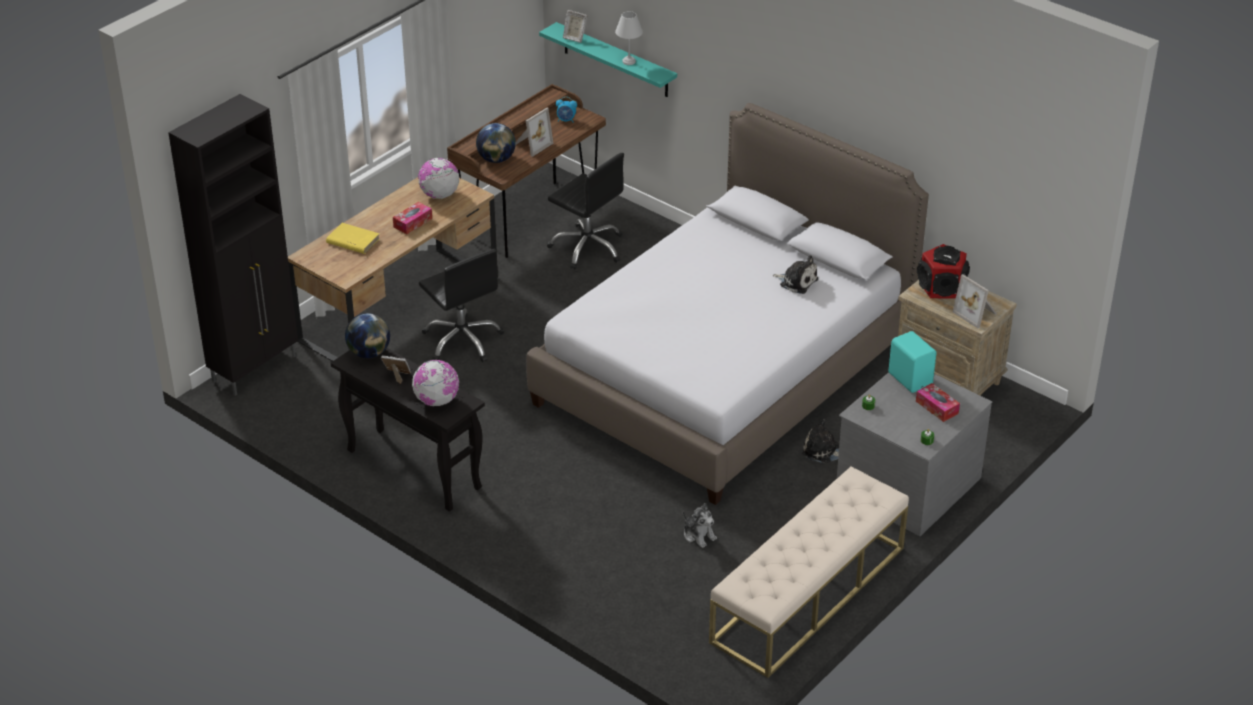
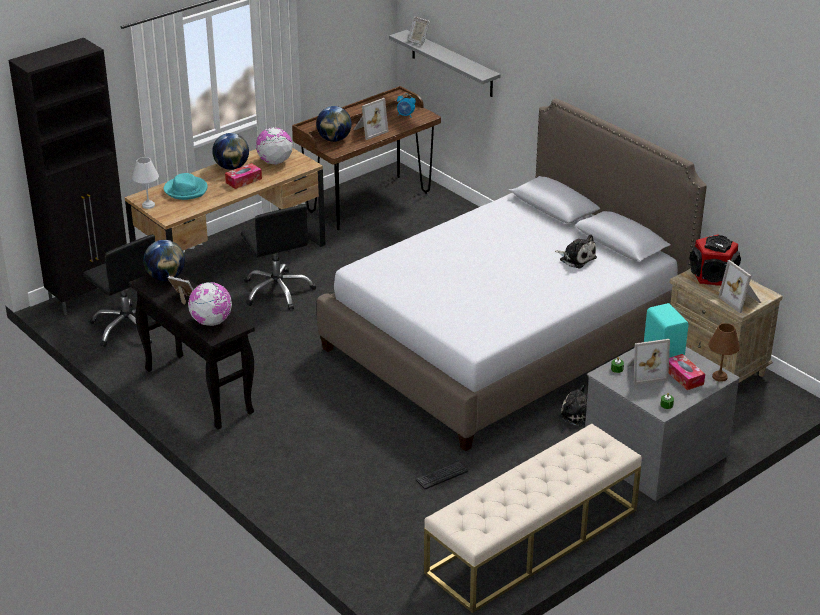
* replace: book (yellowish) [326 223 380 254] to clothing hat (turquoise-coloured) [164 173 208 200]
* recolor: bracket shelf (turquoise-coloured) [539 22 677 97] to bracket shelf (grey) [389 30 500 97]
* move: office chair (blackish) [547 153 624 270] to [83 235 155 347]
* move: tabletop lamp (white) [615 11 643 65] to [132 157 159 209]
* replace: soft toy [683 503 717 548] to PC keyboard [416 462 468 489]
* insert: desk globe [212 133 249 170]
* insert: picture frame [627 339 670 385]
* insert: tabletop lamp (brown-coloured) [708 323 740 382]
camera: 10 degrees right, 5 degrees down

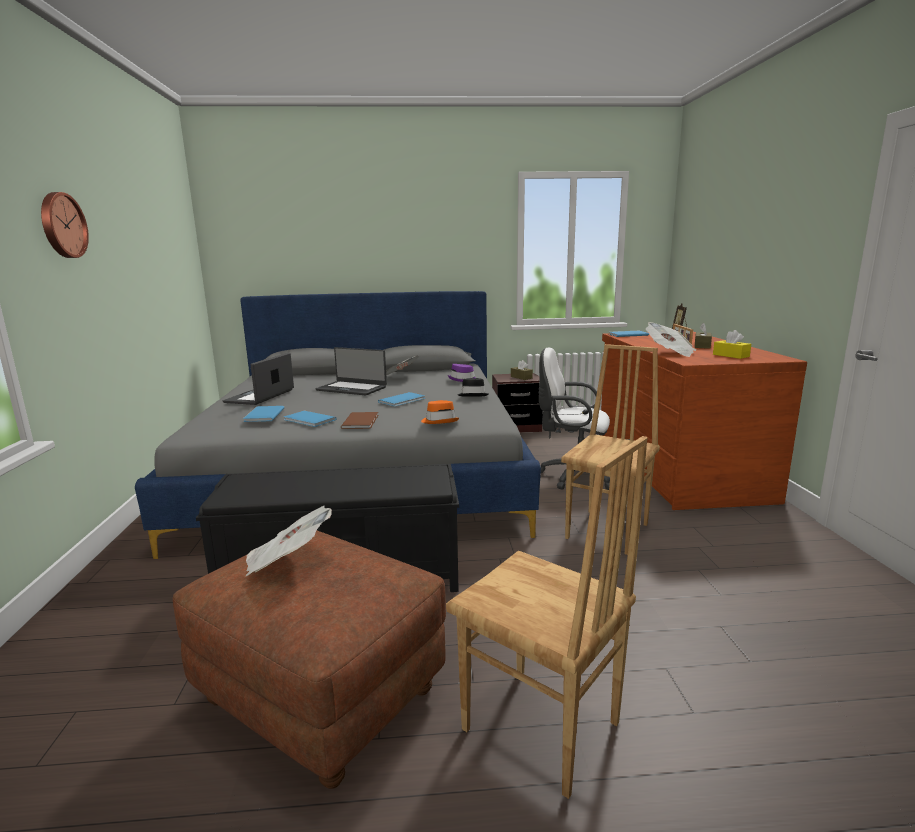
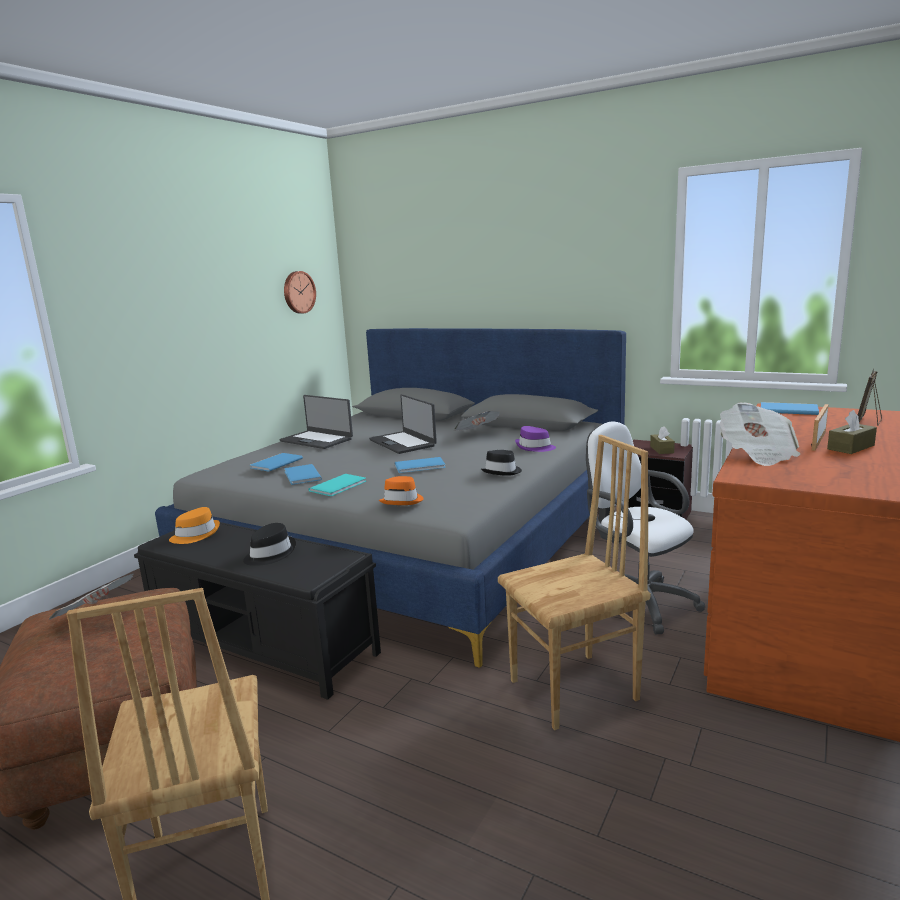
* move: hanging clock [41 192 89 258] to [284 271 316 313]
* rotate: portable computer [223 353 294 405] = [279 395 353 449] 105 degrees counterclockwise
* recolor: book (brown-coloured) [341 412 378 429] to book (turquoise-coloured) [308 474 366 496]
* delete: box of tissues (yellowish) [713 330 751 359]
* insert: clothing hat (orange-coloured) [169 507 220 544]
* insert: clothing hat (blackish) [243 523 296 566]
camera: 35 degrees right, 0 degrees up

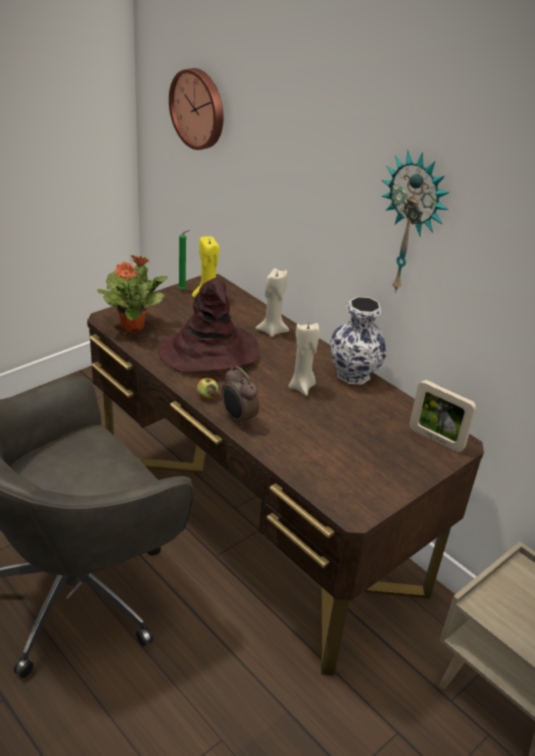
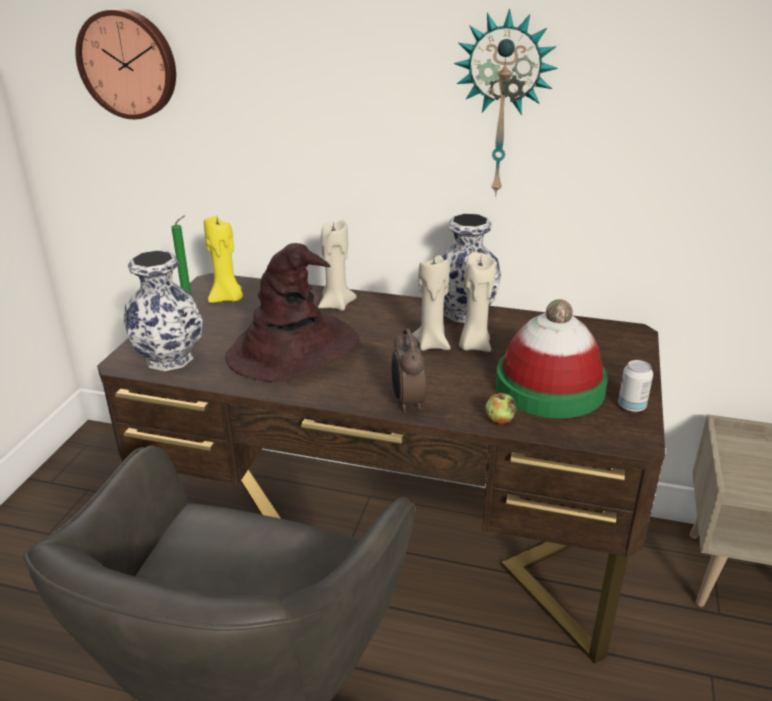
* replace: houseplant [97 255 168 333] to vase [124 250 203 371]
* move: apple [197 377 218 400] to [485 392 516 424]
* rotate: alarm clock [221 366 259 427] = [391 329 426 413] 60 degrees clockwise
* delete: picture frame [409 380 477 452]
* insert: wax candle (sand-coloured) [459 252 496 352]
* insert: clothing hat [496 299 608 418]
* insert: sealed can [618 360 653 412]
camera: 30 degrees left, 5 degrees down

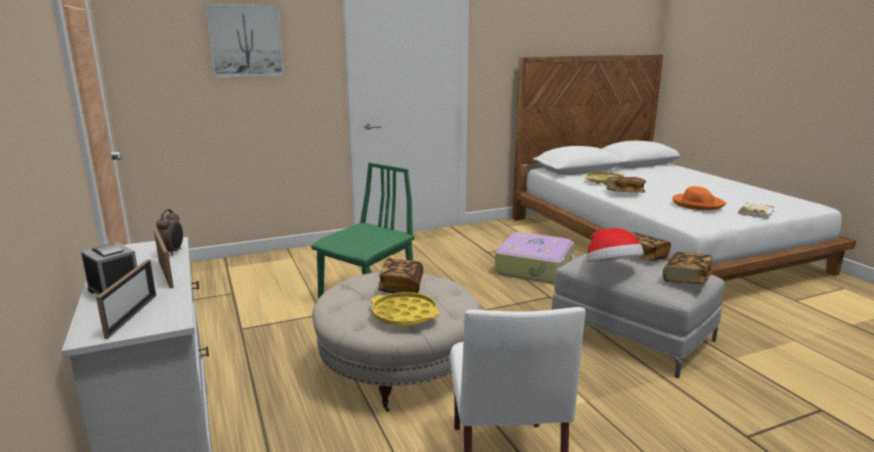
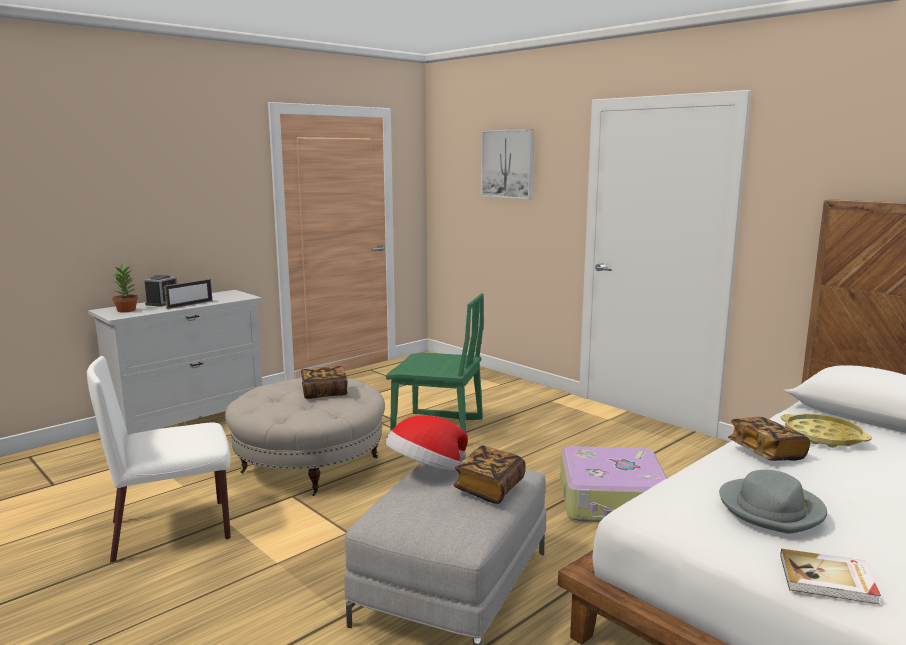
* replace: picture frame [96 259 156 339] to houseplant [112 262 138 313]
* delete: alarm clock [156 209 183 256]
* delete: carrying tray (yellowish) [371 292 440 327]
* delete: book [663 252 713 284]
* recolor: clothing hat (orange-coloured) [672 186 726 210] to clothing hat (grey) [719 470 827 534]
camera: 70 degrees right, 5 degrees down

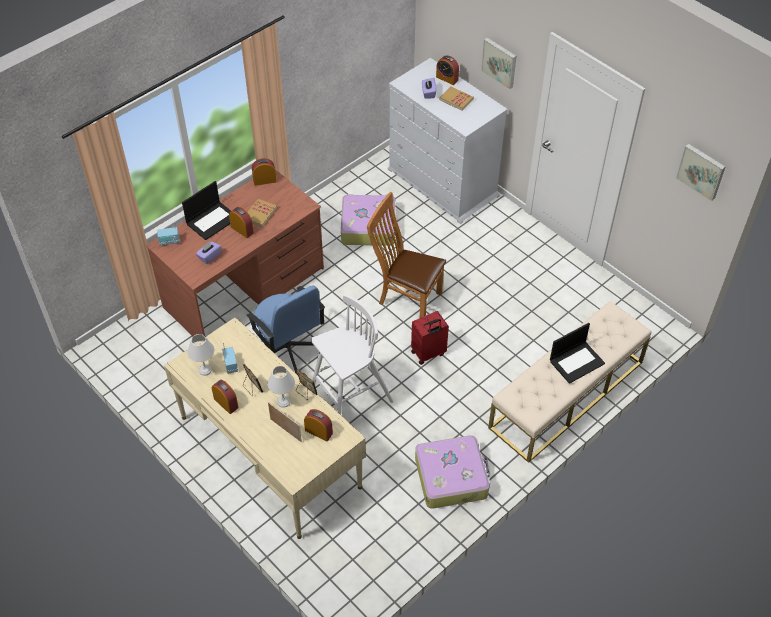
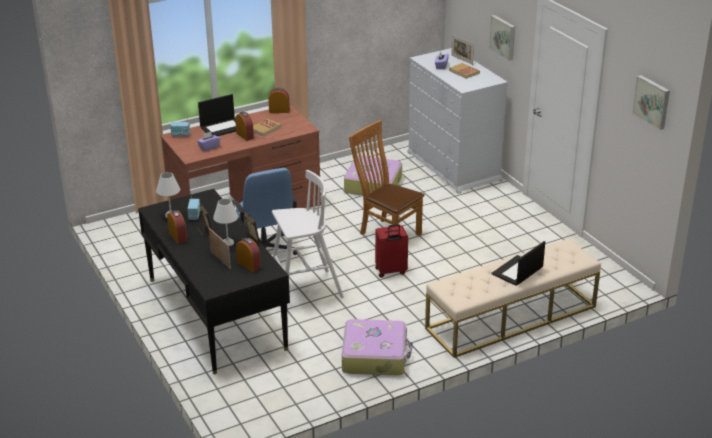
* recolor: desk (sand-coloured) [164 317 366 539] to desk (blackish) [138 189 290 374]
* replace: alarm clock [436 55 459 85] to picture frame [451 35 474 65]
* rotate: portable computer [550 323 605 384] = [492 241 545 286] 150 degrees clockwise
camera: 15 degrees right, 20 degrees down

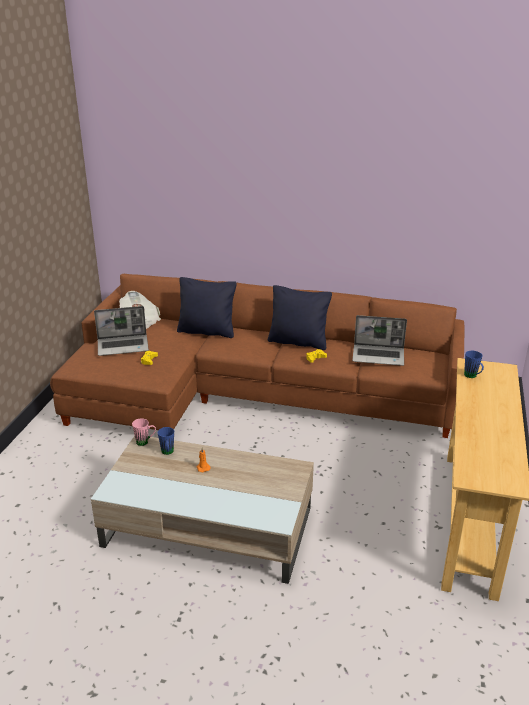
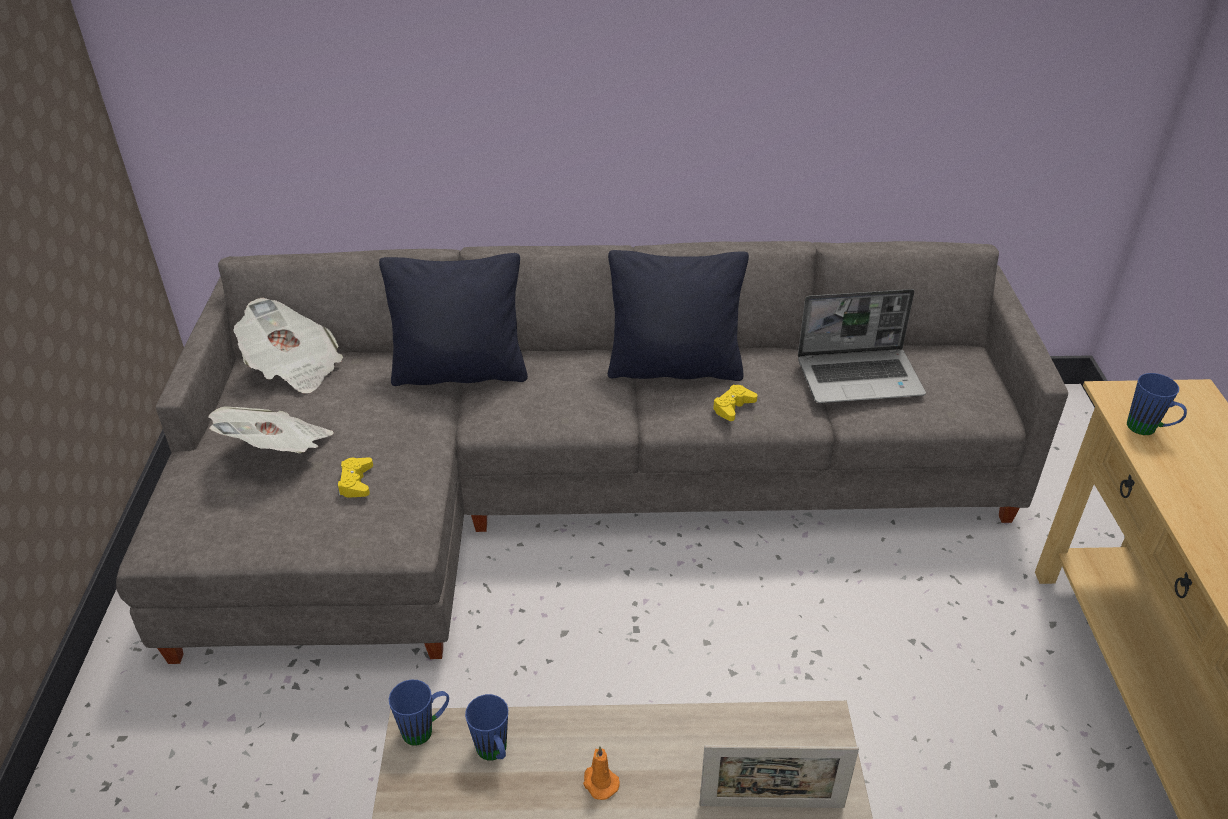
* recolor: settee (brown-coloured) [50 274 464 438] to settee (grey) [116 241 1068 664]
* replace: portable computer [94 306 149 356] to printed paper [209 407 334 453]
* recolor: tea mug (pink-coloured) [132 419 156 446] to tea mug (blue) [389 680 449 746]
* insert: picture frame [699 745 859 808]
camera: 15 degrees left, 10 degrees up

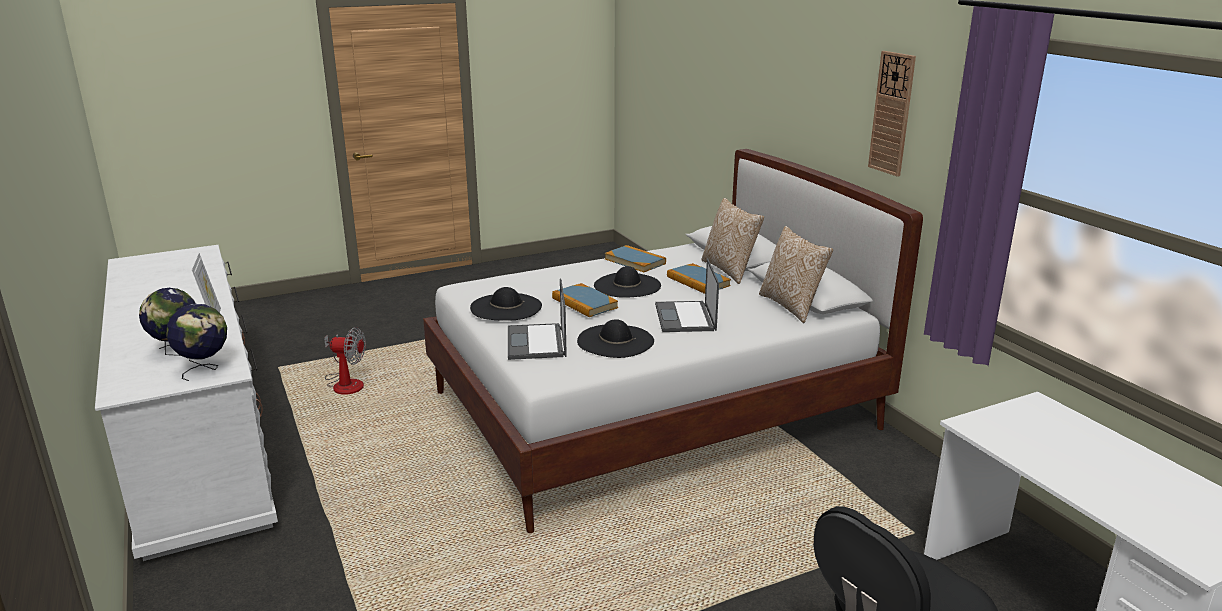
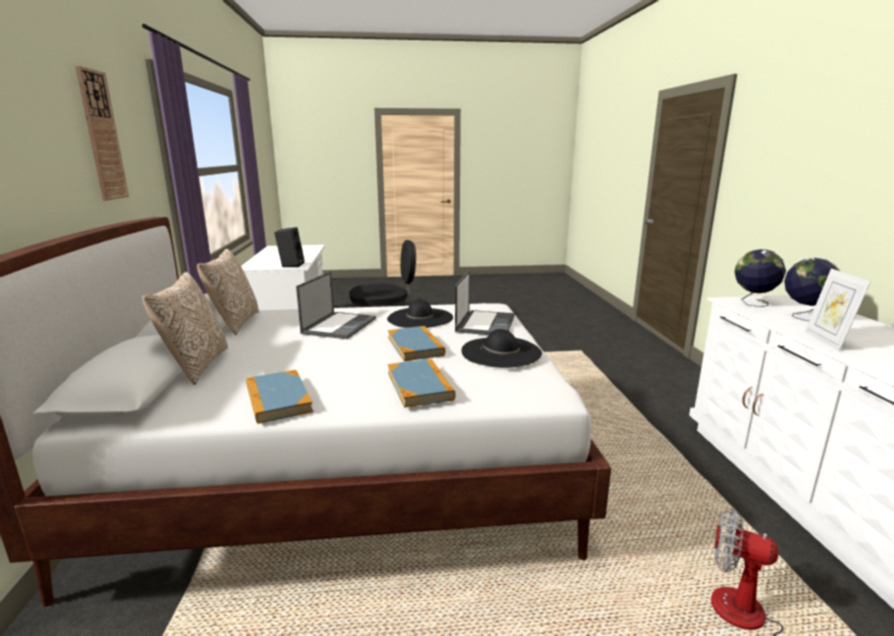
* delete: clothing hat (blackish) [594 266 661 298]
* move: book [667 263 731 294] to [388 359 456 408]
* insert: audio speaker (blackish) [274 227 305 267]
camera: 160 degrees left, 5 degrees down

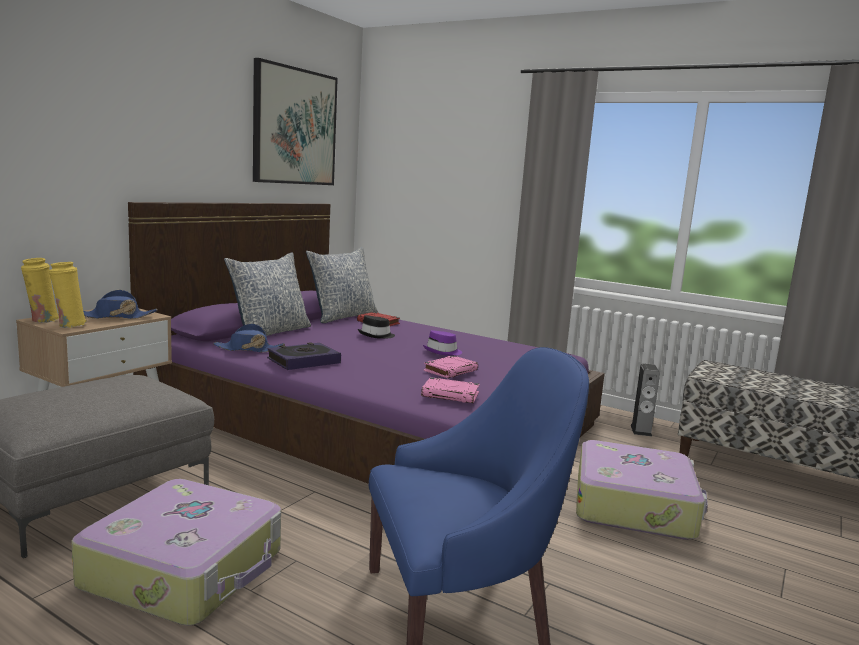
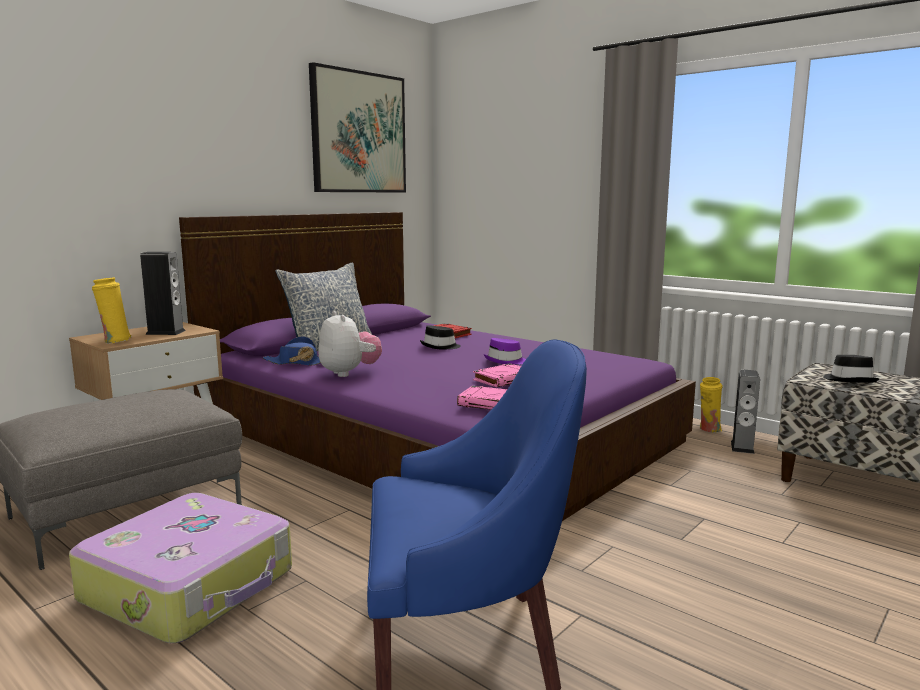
* move: vase (yellowish) [21 258 59 323] to [700 377 723 433]
* replace: clothing hat (blue) [83 290 158 319] to audio speaker [140 252 186 335]
* replace: book [267 342 341 370] to soft toy [318 311 382 377]
* delete: cushion [306 247 378 323]
* delete: travel case [576 440 708 540]
* insert: clothing hat (blackish) [823 355 880 383]
camera: 10 degrees right, 0 degrees up

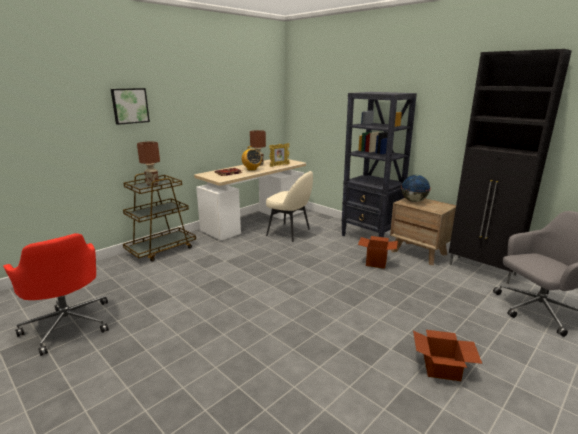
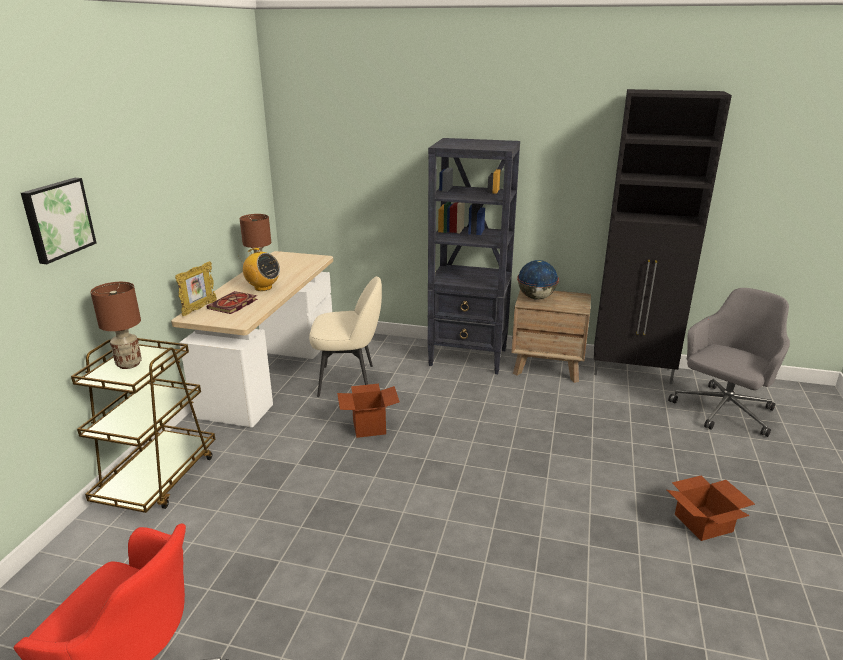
* move: picture frame [269 143 290 167] to [175 261 217 316]
* move: carton [358 236 398 269] to [337 384 400 438]
camera: 30 degrees left, 5 degrees up

